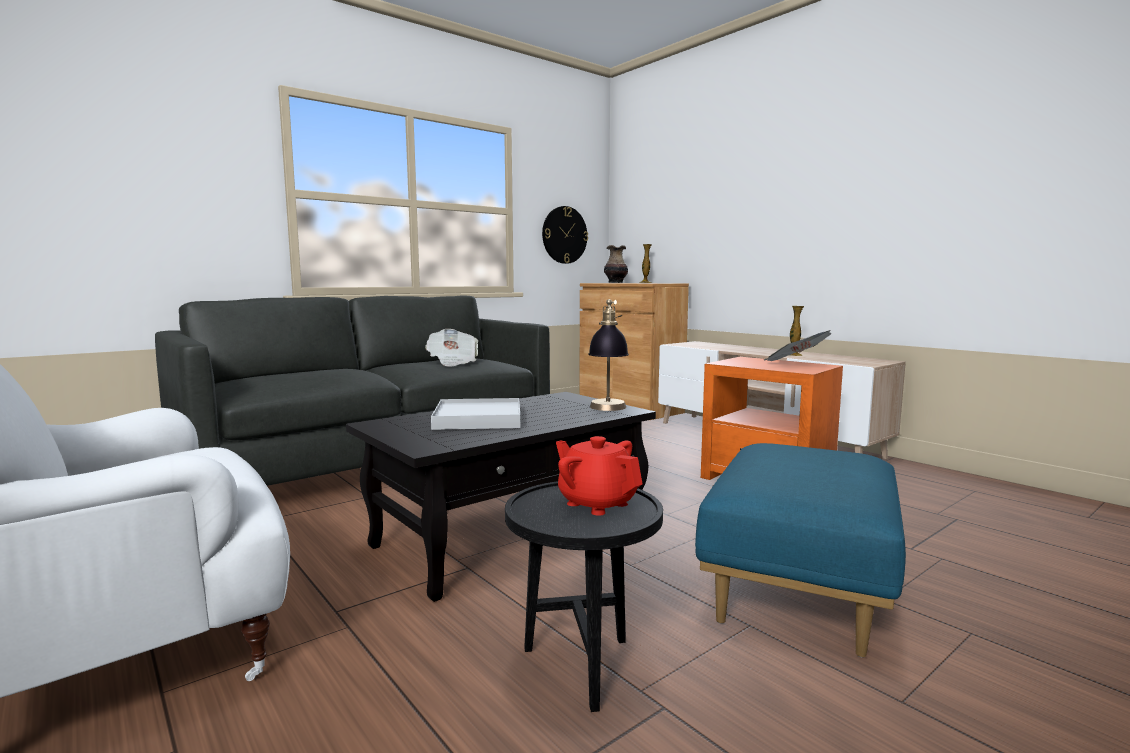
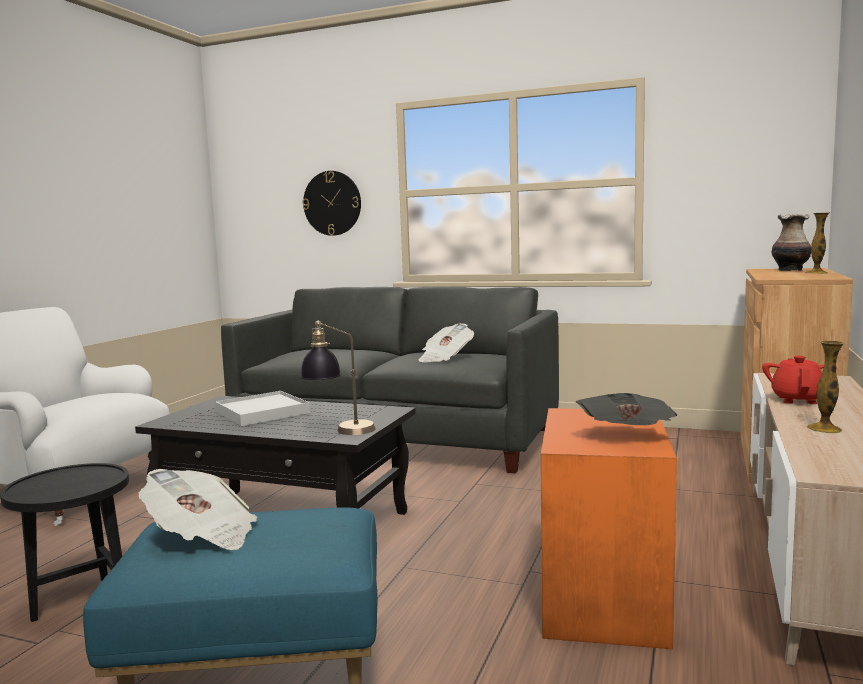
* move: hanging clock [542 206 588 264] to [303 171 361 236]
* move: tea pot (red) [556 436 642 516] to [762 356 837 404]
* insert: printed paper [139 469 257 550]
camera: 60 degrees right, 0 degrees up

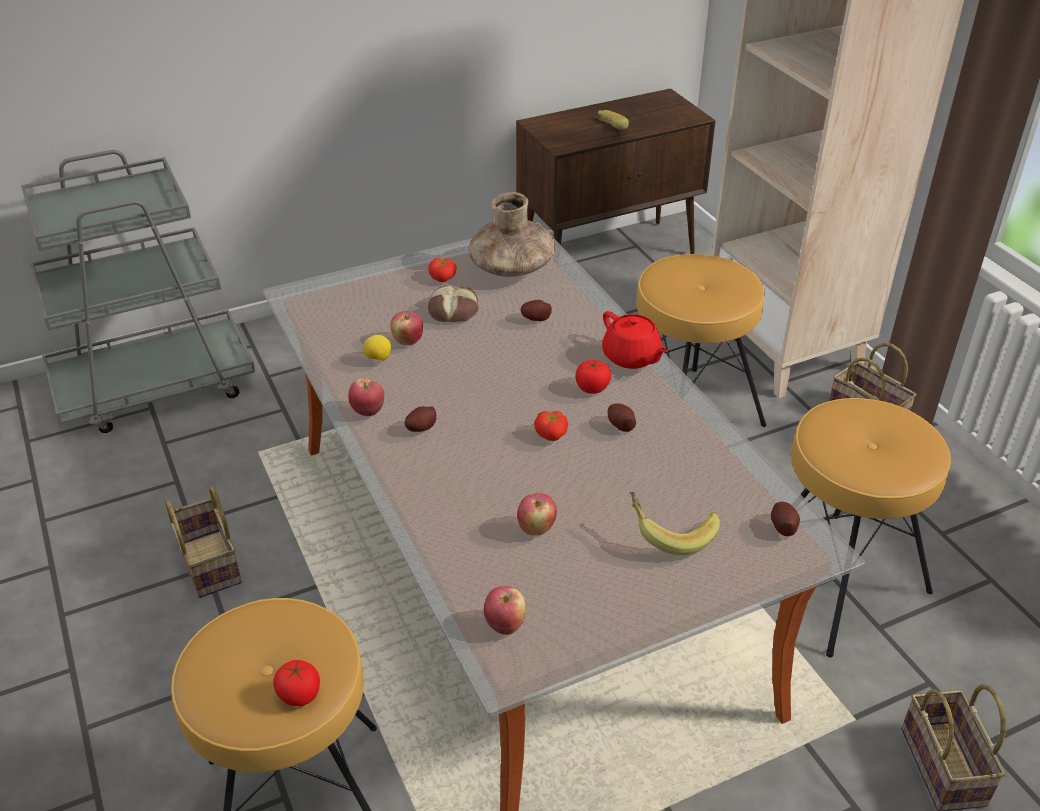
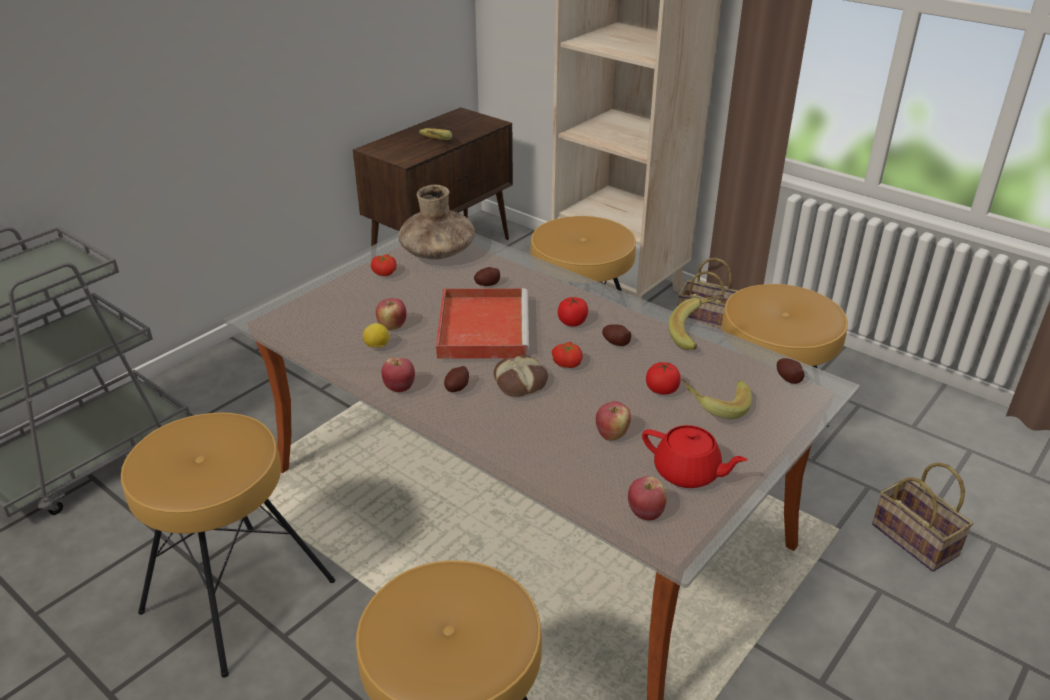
* replace: basket [165 486 242 598] to stool (brown-coloured) [121 413 335 678]
* move: whole tomato [273 660 320 706] to [646 362 681 395]
* move: bread [428 285 478 322] to [494 355 548 397]
* move: tea pot (red) [602 311 668 369] to [642 425 747 488]
* insert: carrying tray (red) [436 288 529 359]
* insert: whole banana [668 294 724 350]
camera: 25 degrees left, 5 degrees down

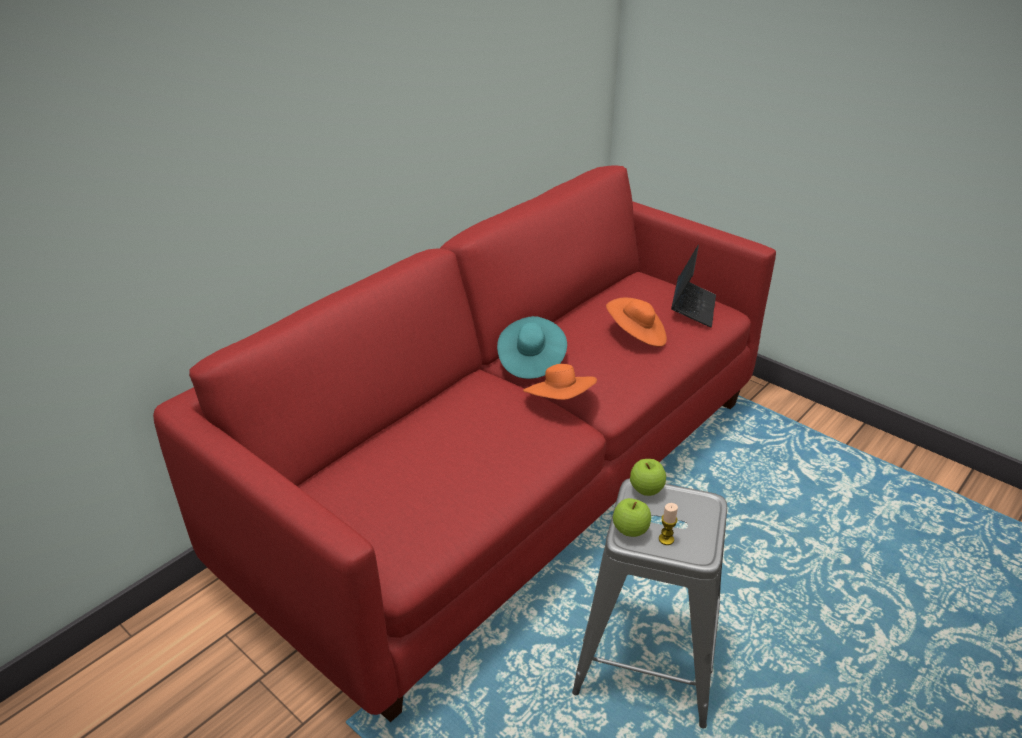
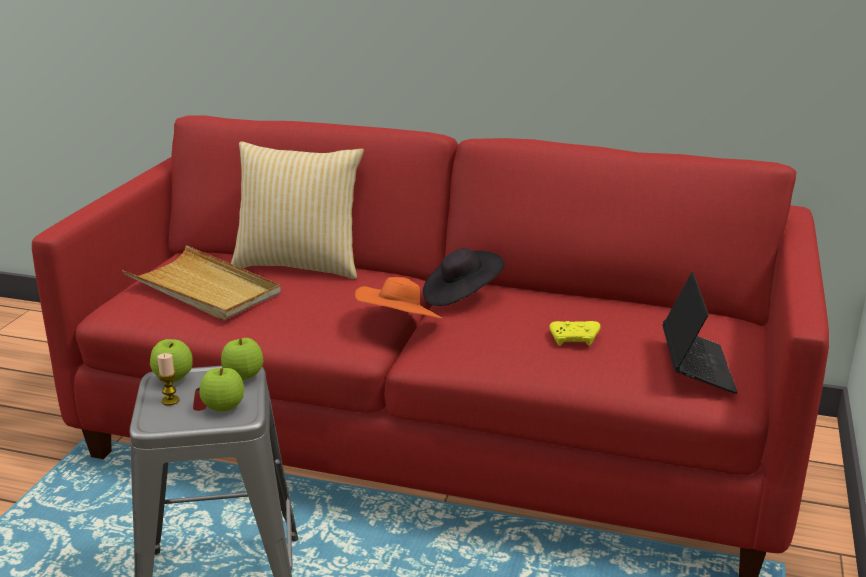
* recolor: clothing hat (turquoise-coloured) [497 316 567 379] to clothing hat (blackish) [423 248 504 306]
* replace: clothing hat (orange-coloured) [606 298 667 347] to game controller (yellowish) [549 321 601 346]
* rotate: portable computer [671 245 716 328] = [662 272 738 394] 75 degrees counterclockwise
* insert: carrying tray (sand-coloured) [122 245 281 320]
* insert: apple [199 368 244 411]
* insert: cushion [231 141 364 279]
camera: 65 degrees right, 10 degrees down

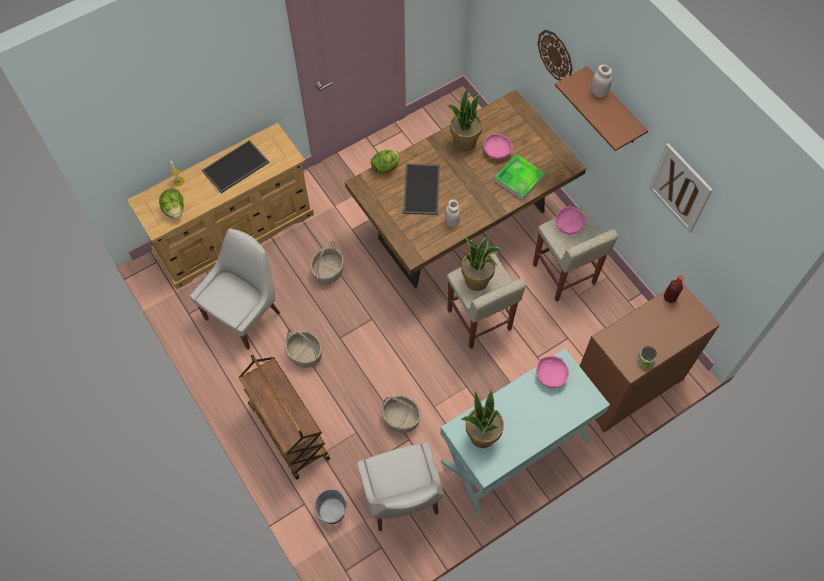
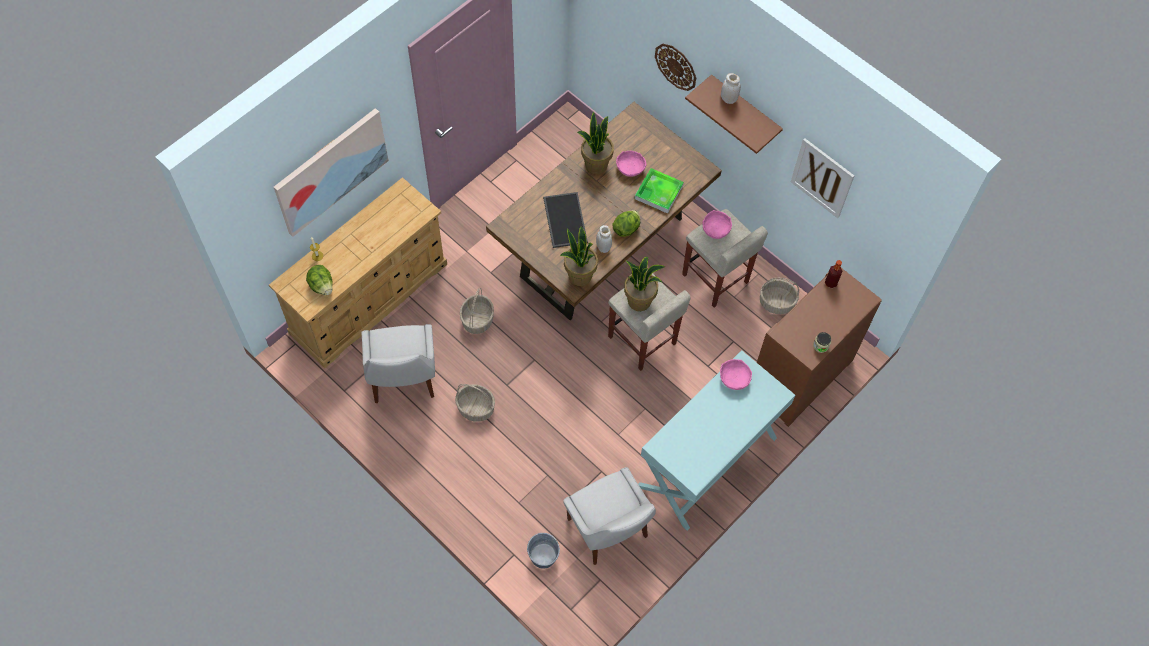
* rotate: upright chair (white) [190 229 280 350] = [361 324 435 403] 150 degrees clockwise
* delete: carrying tray [202 140 269 193]
* delete: cart (brown-coloured) [238 355 330 480]
* move: lettuce head [371 150 400 174] to [612 210 640 237]
* move: basket [381 395 421 433] to [760 278 799 314]
* move: houseplant [462 390 504 448] to [560 226 598 286]
* insert: wall picture [274 108 389 237]
camera: 15 degrees left, 0 degrees up

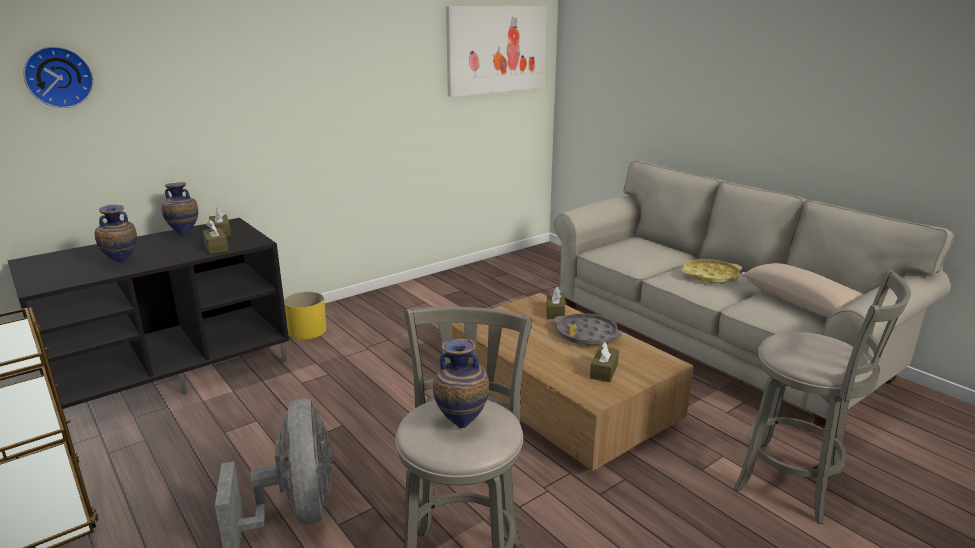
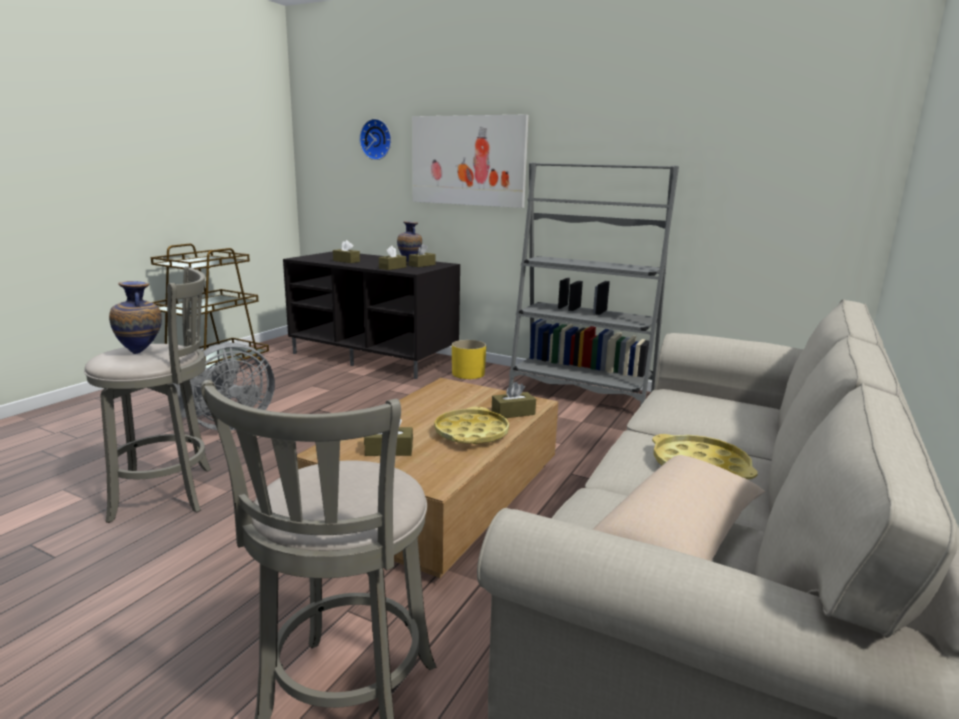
* replace: vase [95 204 137 263] to box of tissues (brown-coloured) [333 240 360 263]
* move: wall picture [446 6 547 97] to [412 115 529 208]
* recolor: carrying tray (grey) [554 313 622 346] to carrying tray (yellowish) [434 407 509 444]
* insert: bookshelf (grey) [509 162 679 406]
camera: 65 degrees right, 5 degrees down

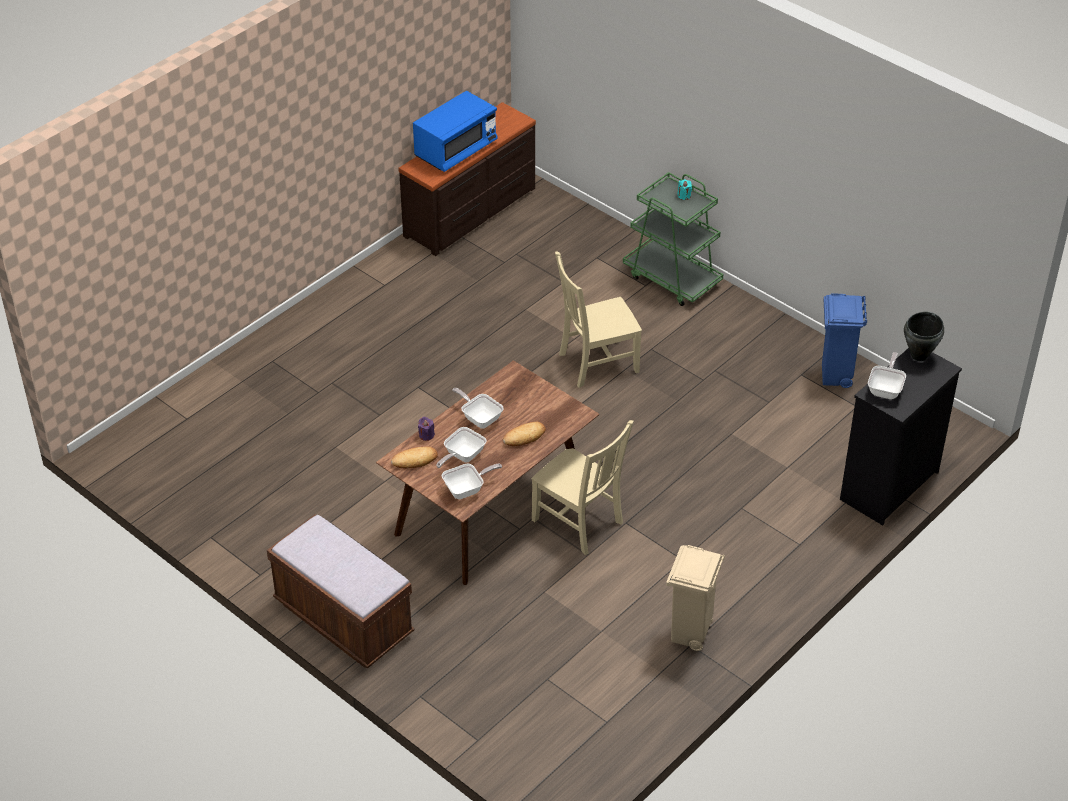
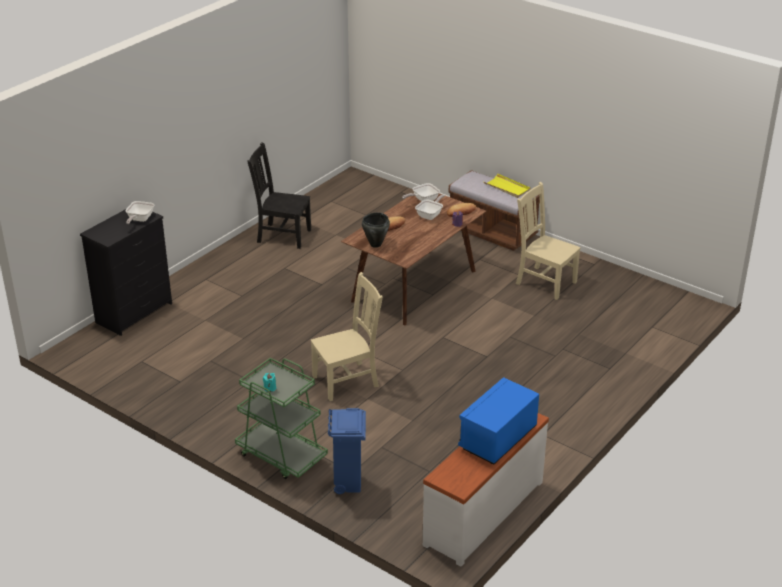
* recolor: chest of drawers (brown-coloured) [398 102 536 256] to chest of drawers (white) [423 413 549 567]
* delete: frying pan [452 388 504 429]
* move: upright chair (sand-coloured) [531 420 634 555] to [516 182 581 300]
* replace: rubbish bin (sand-coloured) [666 545 725 651] to upright chair (blackish) [247 142 311 249]
* move: rubbish bin (blue) [822 293 867 388] to [328 408 366 494]
* move: saucepot (blackish) [904 312 944 361] to [362 212 390 248]
* insert: carrying tray (yellowish) [484 173 531 198]
camera: 175 degrees right, 10 degrees down

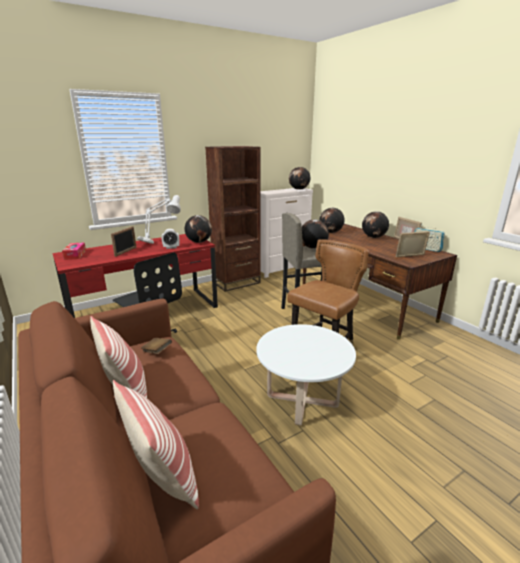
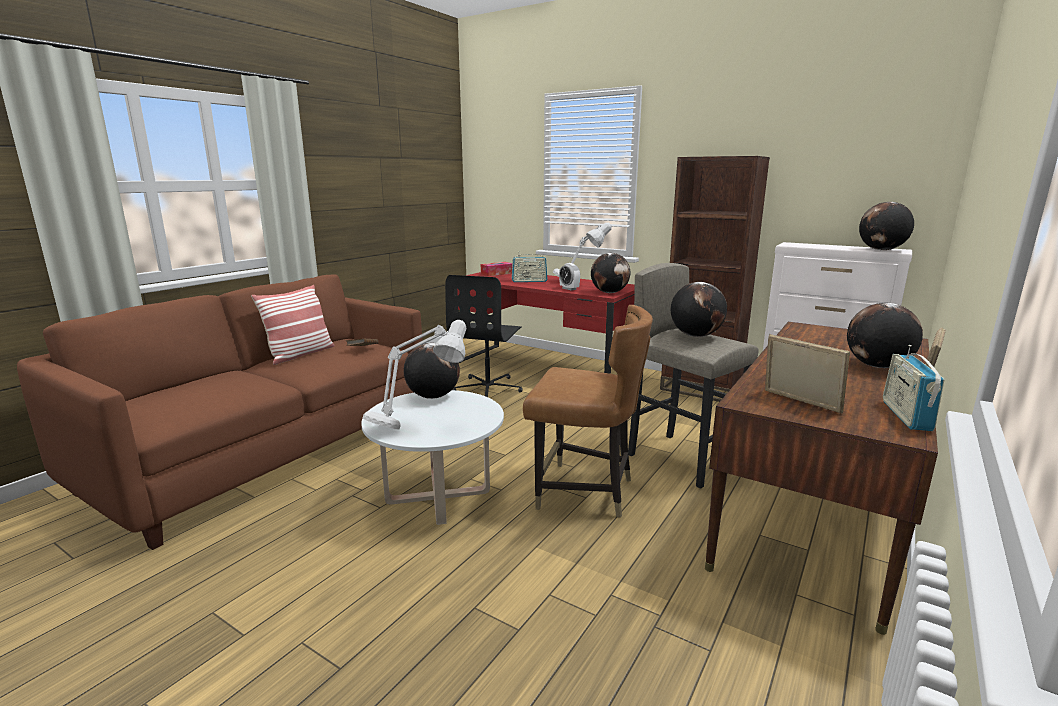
* replace: picture frame [111 226 136 257] to radio [512 254 547 282]
* delete: cushion [113 380 199 509]
* move: desk globe [319 208 345 233] to [403 343 460 399]
* insert: tabletop lamp (grey) [362 320 466 430]
camera: 65 degrees right, 5 degrees down

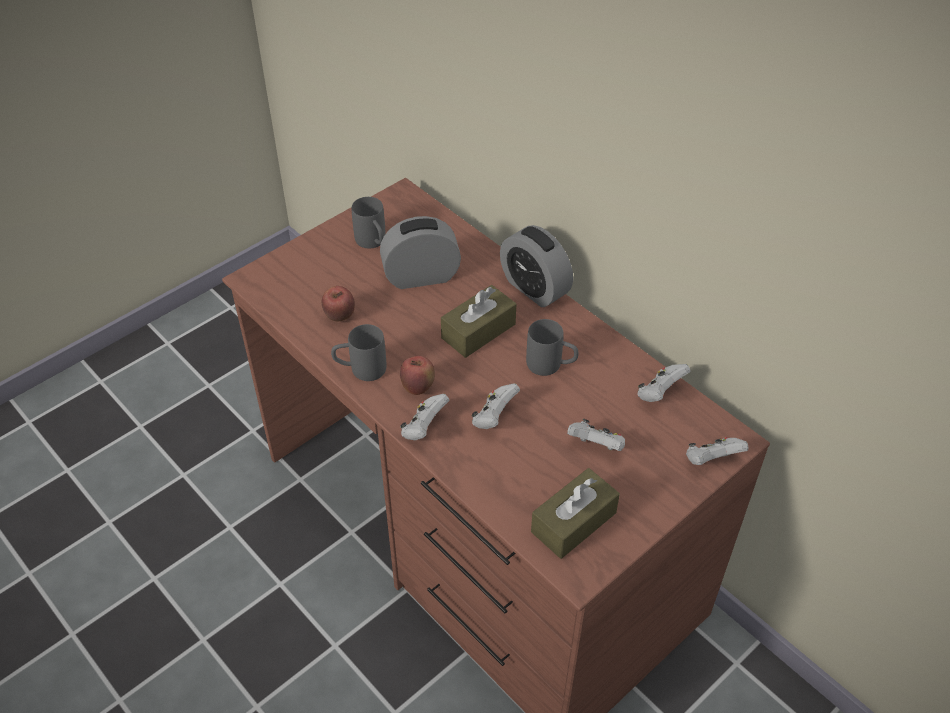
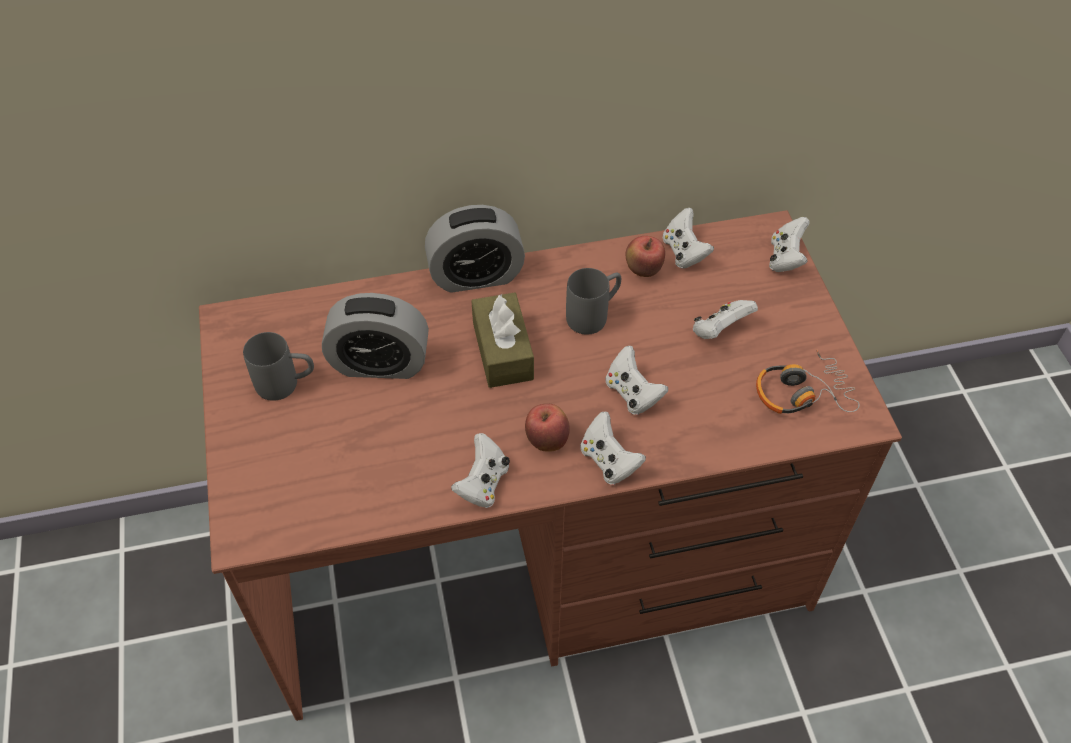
* move: apple [321 286 355 321] to [625 236 665 277]
* replace: tea mug (grey) [331 324 387 381] to game controller (white) [451 433 510 508]
* rotate: alarm clock [380 216 461 289] = [322 293 429 379] 105 degrees counterclockwise
* replace: box of tissues (brown-coloured) [531 468 620 559] to pair of headphones [756 350 859 414]
camera: 60 degrees left, 5 degrees up

